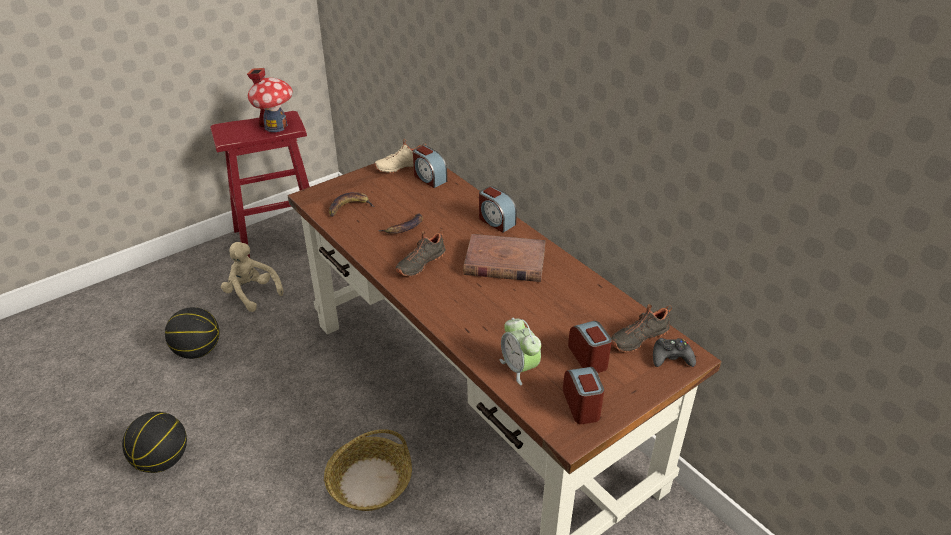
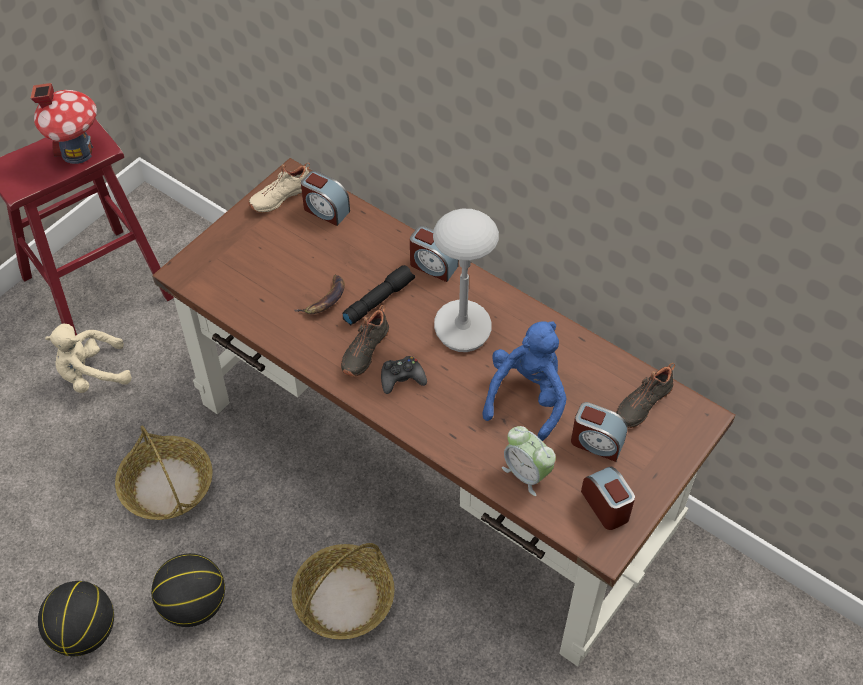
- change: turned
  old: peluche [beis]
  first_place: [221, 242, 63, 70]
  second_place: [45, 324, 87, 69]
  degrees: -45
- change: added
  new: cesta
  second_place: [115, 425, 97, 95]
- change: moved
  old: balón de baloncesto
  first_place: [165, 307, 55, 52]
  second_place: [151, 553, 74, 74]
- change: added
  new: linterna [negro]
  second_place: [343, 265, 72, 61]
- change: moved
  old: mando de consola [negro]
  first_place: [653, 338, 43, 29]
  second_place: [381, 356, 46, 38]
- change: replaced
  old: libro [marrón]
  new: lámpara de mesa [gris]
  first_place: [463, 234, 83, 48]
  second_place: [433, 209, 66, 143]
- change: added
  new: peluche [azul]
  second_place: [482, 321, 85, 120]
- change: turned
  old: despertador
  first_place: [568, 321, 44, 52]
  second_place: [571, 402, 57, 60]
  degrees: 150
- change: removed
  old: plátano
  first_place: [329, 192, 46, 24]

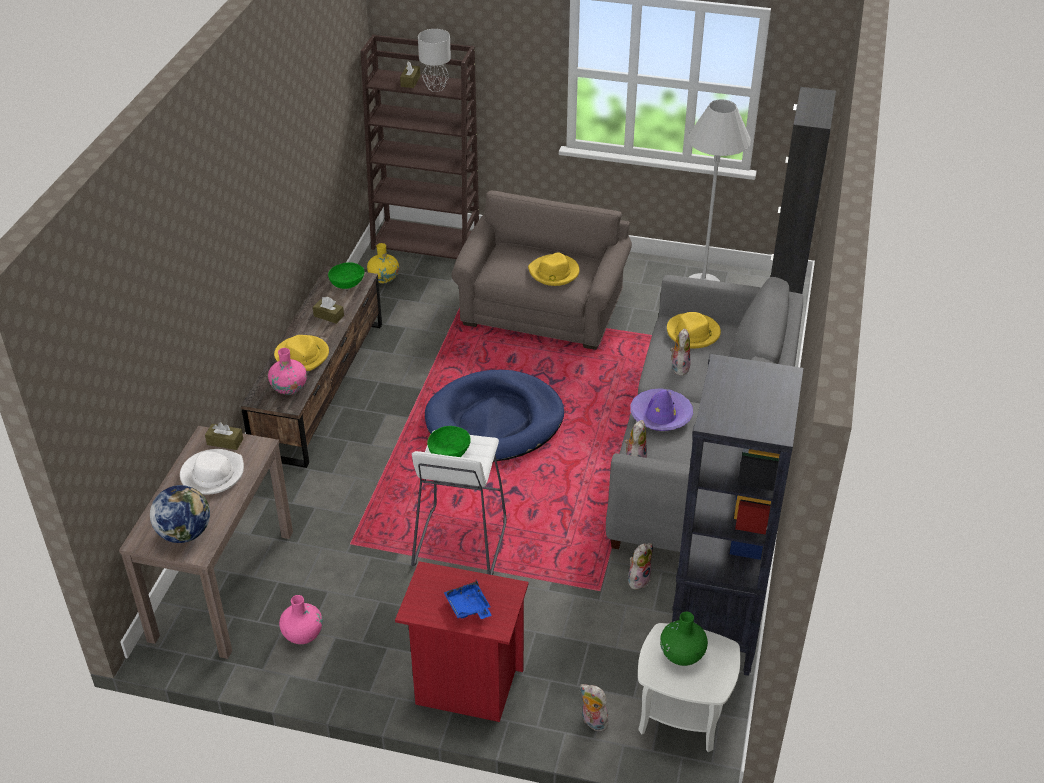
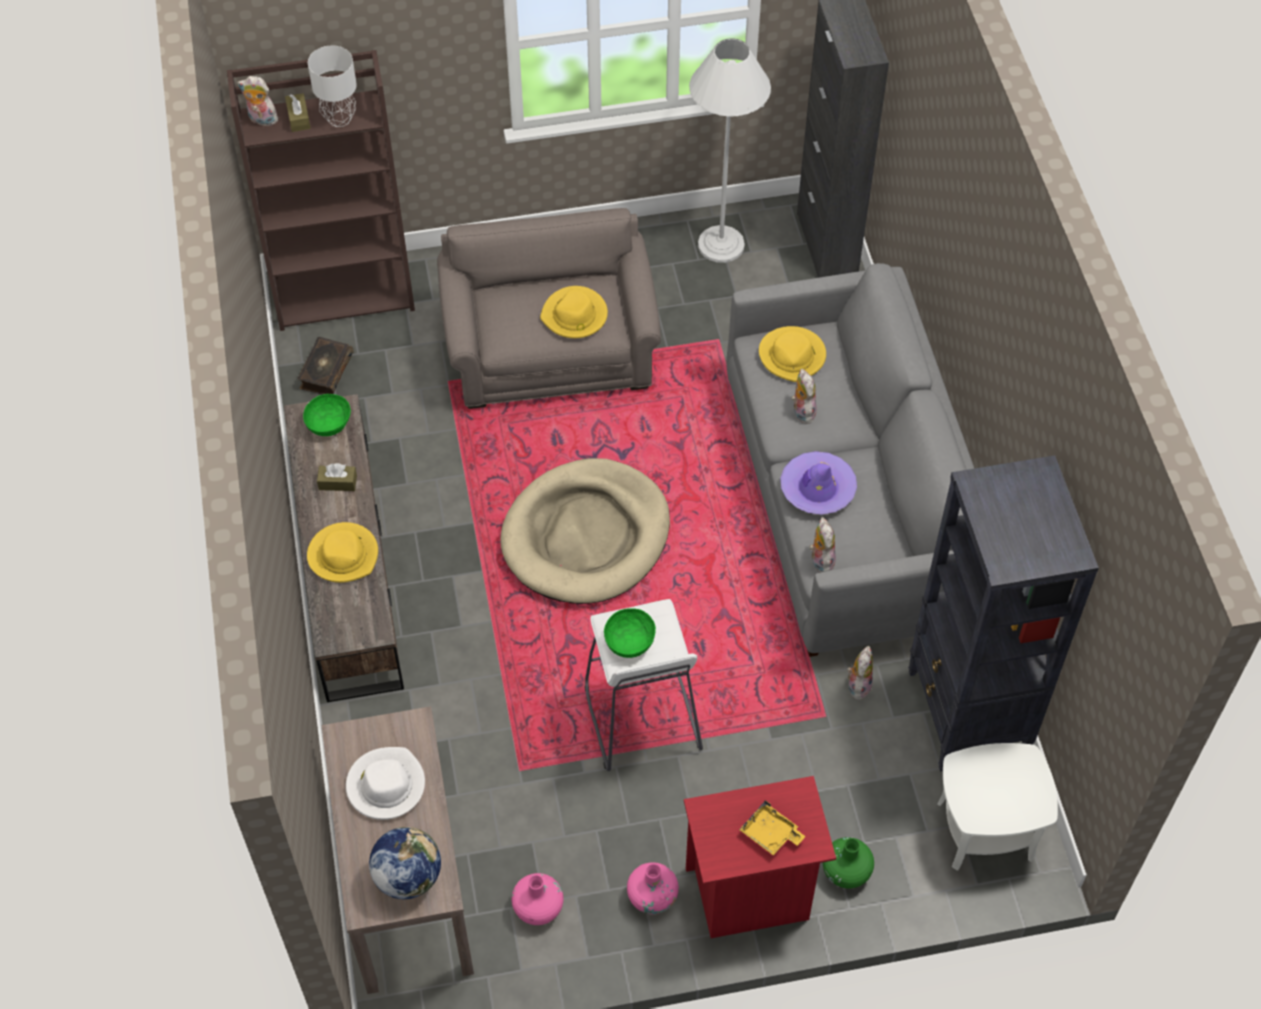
- change: moved
  old: peluche
  first_place: [580, 684, 32, 47]
  second_place: [237, 76, 41, 50]
- change: replaced
  old: florero [amarillo]
  new: libro
  first_place: [367, 243, 32, 41]
  second_place: [298, 337, 56, 58]
- change: recoloured
  old: cama para perro [azul]
  new: cama para perro [beis]
  first_place: [425, 370, 139, 92]
  second_place: [500, 458, 170, 146]
- change: moved
  old: florero [rosa]
  first_place: [268, 348, 39, 47]
  second_place: [627, 862, 52, 52]
- change: recoloured
  old: bandeja [azul]
  new: bandeja [amarillo]
  first_place: [444, 580, 48, 39]
  second_place: [739, 800, 67, 55]
- change: moved
  old: florero [verde]
  first_place: [660, 612, 48, 54]
  second_place: [823, 837, 51, 52]
- change: removed
  old: caja de pañuelos [marrón]
  first_place: [205, 422, 38, 28]

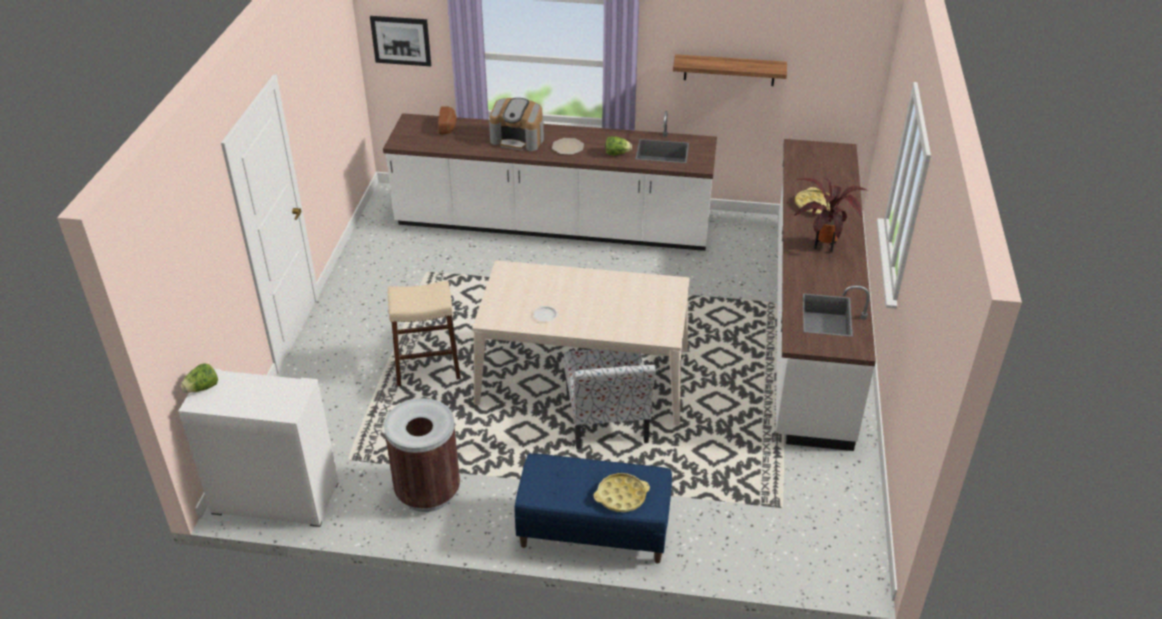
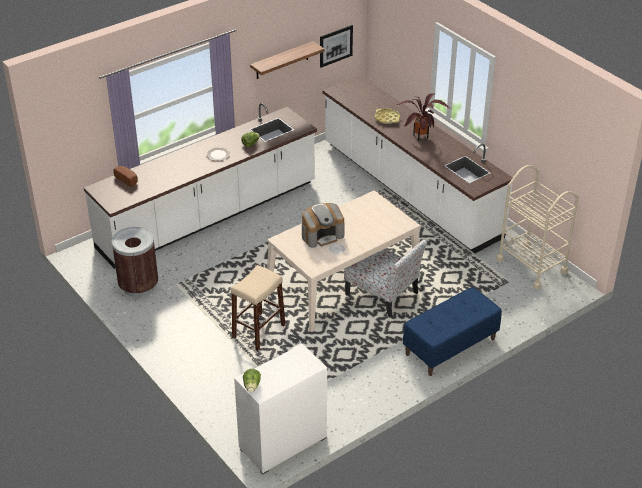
- change: moved
  old: papelera [marrón]
  first_place: [384, 398, 76, 114]
  second_place: [112, 227, 46, 70]
- change: moved
  old: cafetera
  first_place: [489, 98, 55, 53]
  second_place: [302, 203, 43, 45]
- change: moved
  old: cuadro
  first_place: [370, 16, 61, 50]
  second_place: [320, 25, 33, 43]
- change: added
  new: carrito [beis]
  second_place: [496, 165, 83, 125]
- change: removed
  old: bandeja [amarillo]
  first_place: [594, 473, 56, 39]

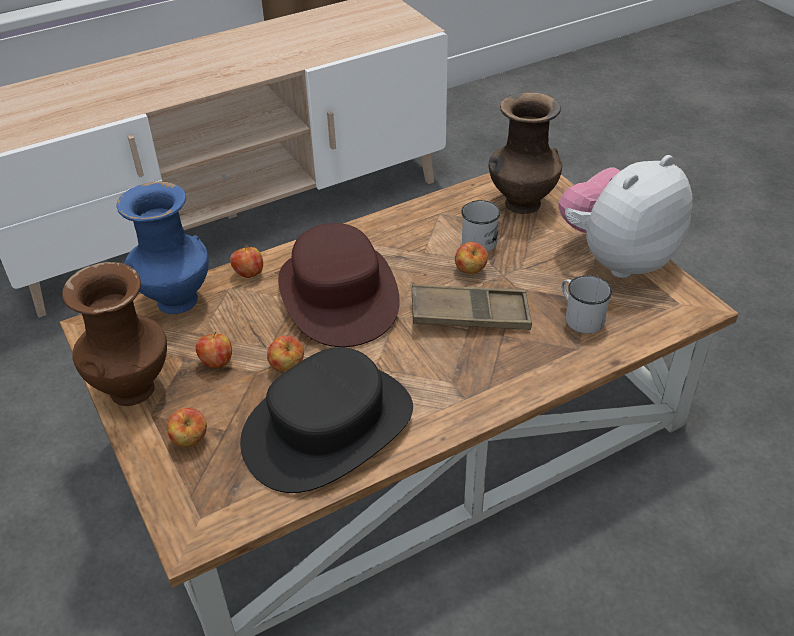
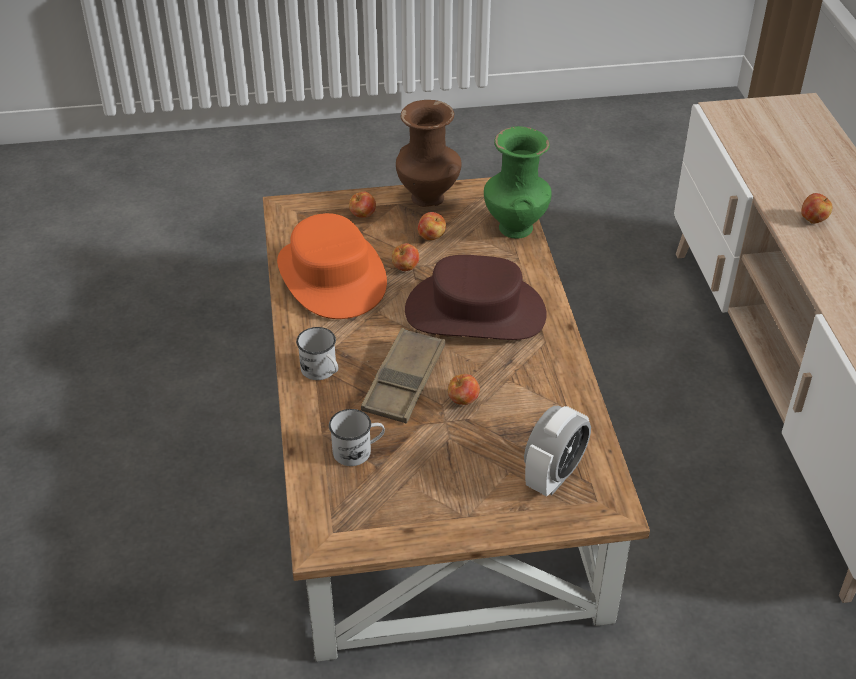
- change: recoloured
  old: sombrero [negro]
  new: sombrero [naranja]
  first_place: [240, 347, 173, 146]
  second_place: [277, 213, 110, 106]
- change: moved
  old: taza grande [blanco]
  first_place: [461, 200, 40, 52]
  second_place: [296, 327, 42, 53]
- change: recoloured
  old: florero [azul]
  new: florero [verde]
  first_place: [116, 181, 93, 133]
  second_place: [484, 126, 67, 113]
- change: replaced
  old: florero [marrón]
  new: despertador
  first_place: [489, 93, 73, 121]
  second_place: [524, 406, 67, 90]
- change: moved
  old: manzana
  first_place: [230, 245, 33, 33]
  second_place: [801, 193, 31, 31]
- change: removed
  old: peluche
  first_place: [559, 155, 134, 123]

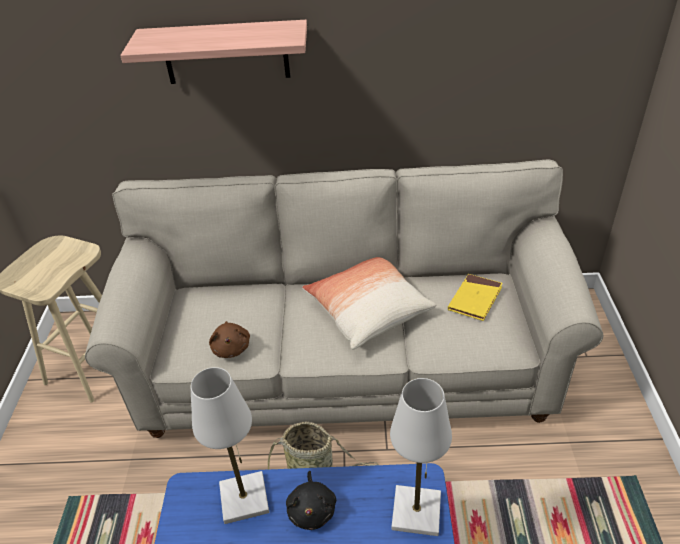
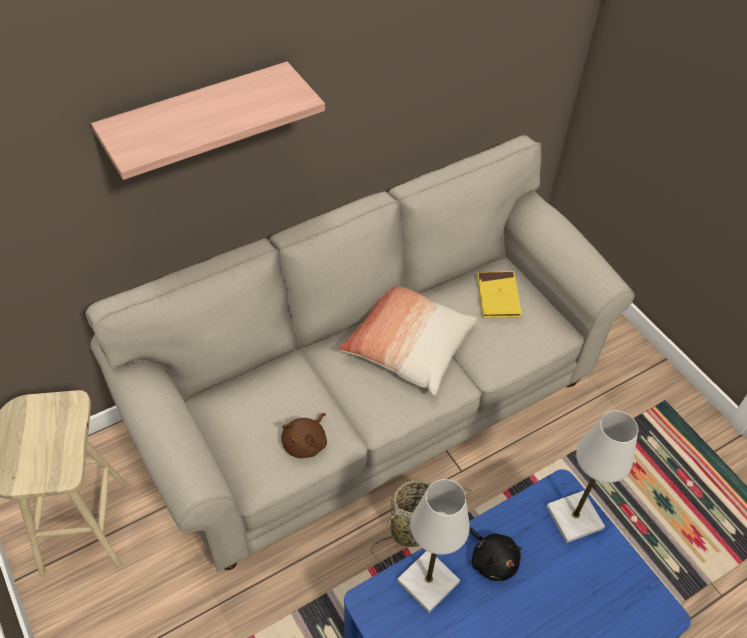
- change: turned
  old: peluche [marrón]
  first_place: [209, 321, 41, 37]
  second_place: [281, 413, 46, 45]
  degrees: 75

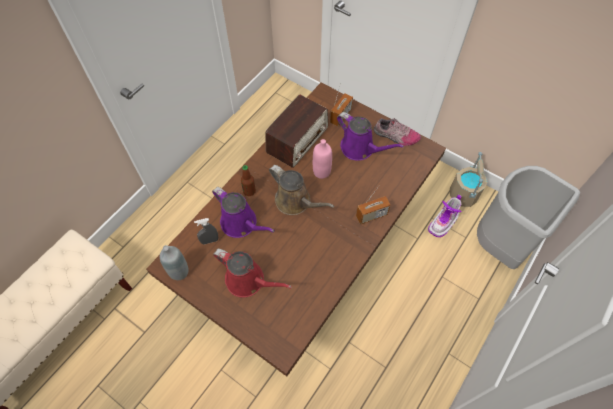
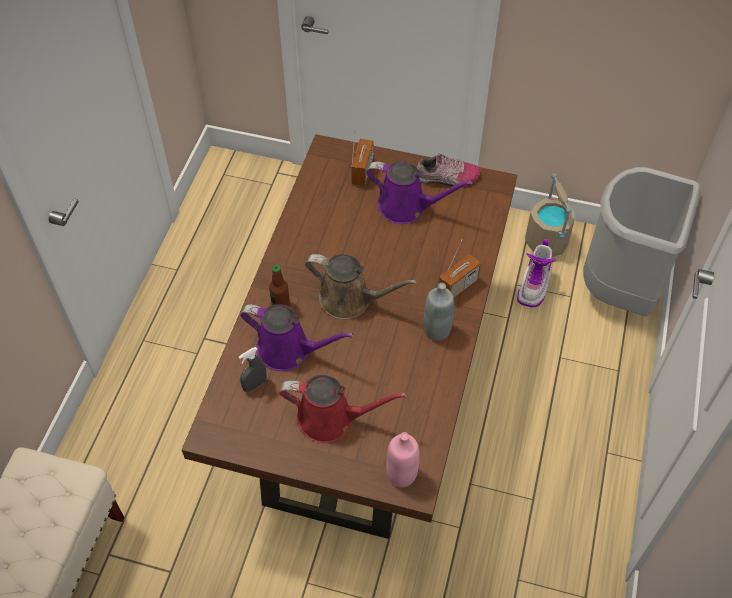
- change: moved
  old: botella [rosa]
  first_place: [313, 139, 19, 40]
  second_place: [386, 432, 34, 55]
- change: moved
  old: botella [gris]
  first_place: [160, 245, 29, 35]
  second_place: [424, 283, 30, 58]
- change: removed
  old: radio
  first_place: [265, 95, 63, 73]

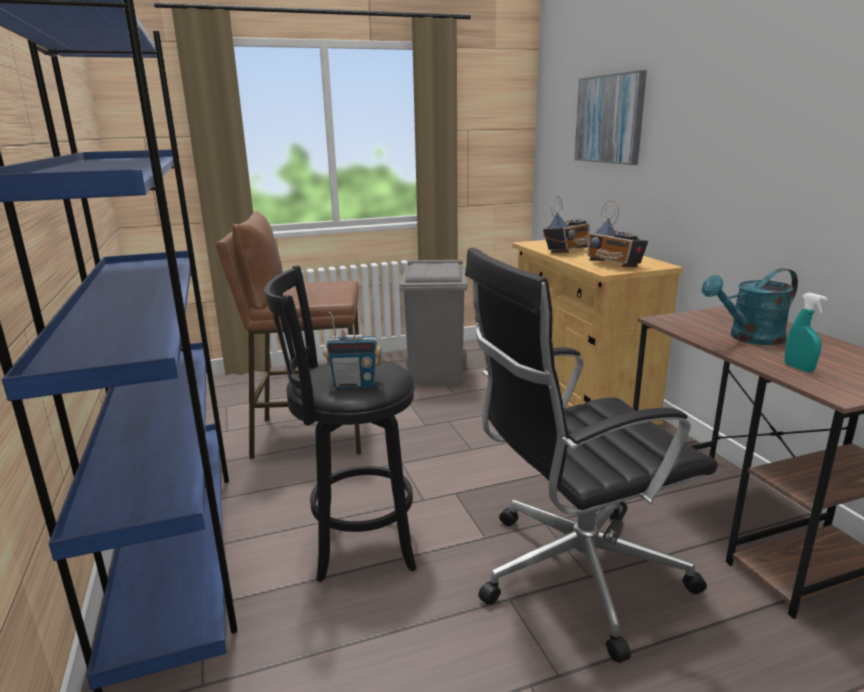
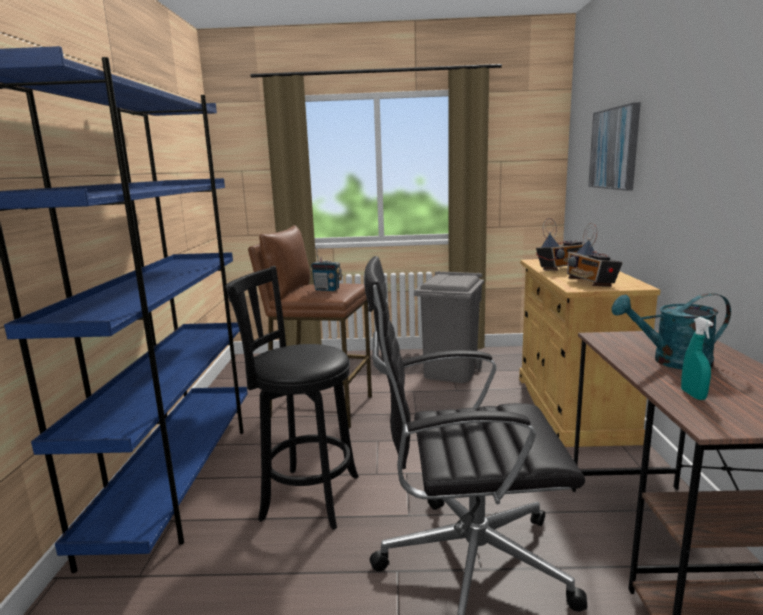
- change: moved
  old: radio
  first_place: [323, 312, 58, 76]
  second_place: [310, 247, 33, 44]

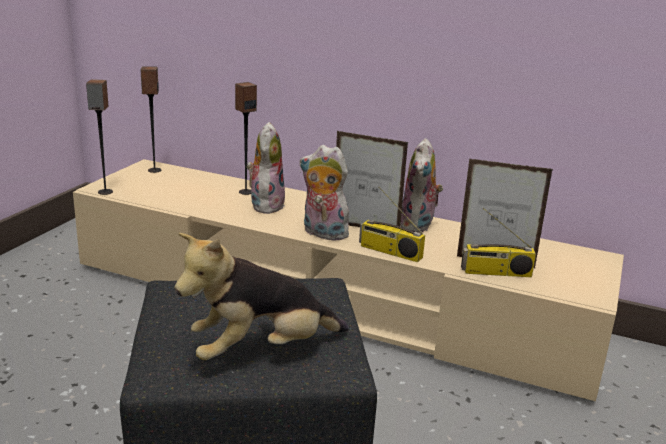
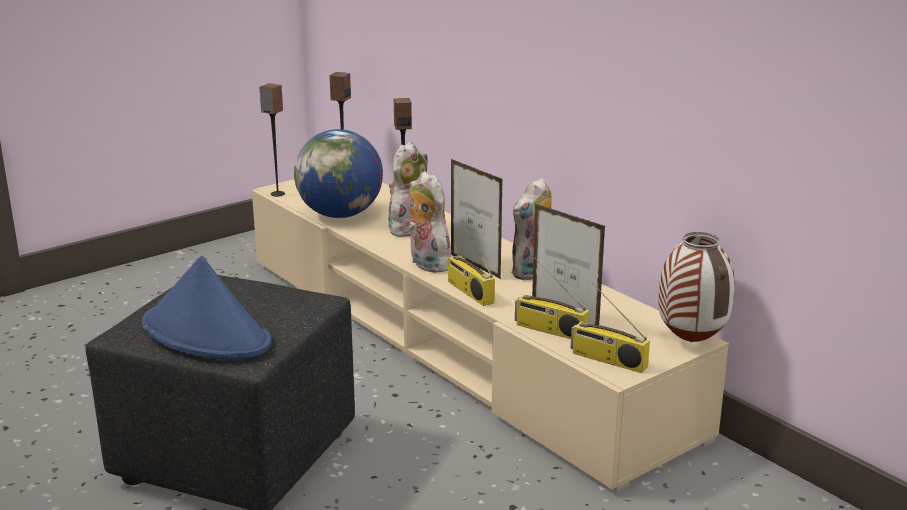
- change: replaced
  old: peluche
  new: sombrero [azul]
  first_place: [175, 233, 174, 127]
  second_place: [142, 256, 129, 104]
- change: added
  new: globo terráqueo
  second_place: [294, 129, 89, 89]
- change: added
  new: radio
  second_place: [571, 283, 79, 90]
- change: added
  new: florero
  second_place: [658, 232, 77, 110]

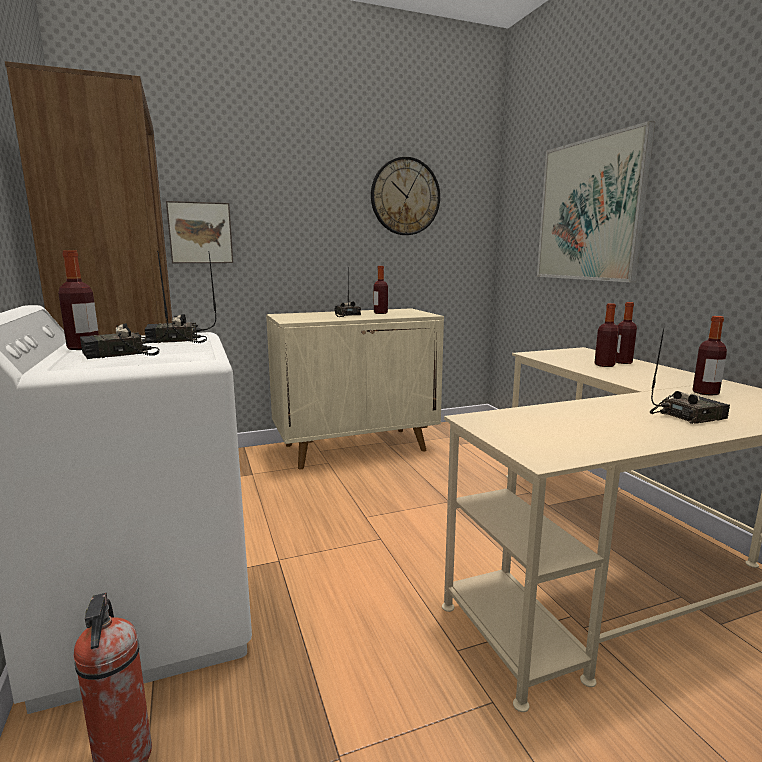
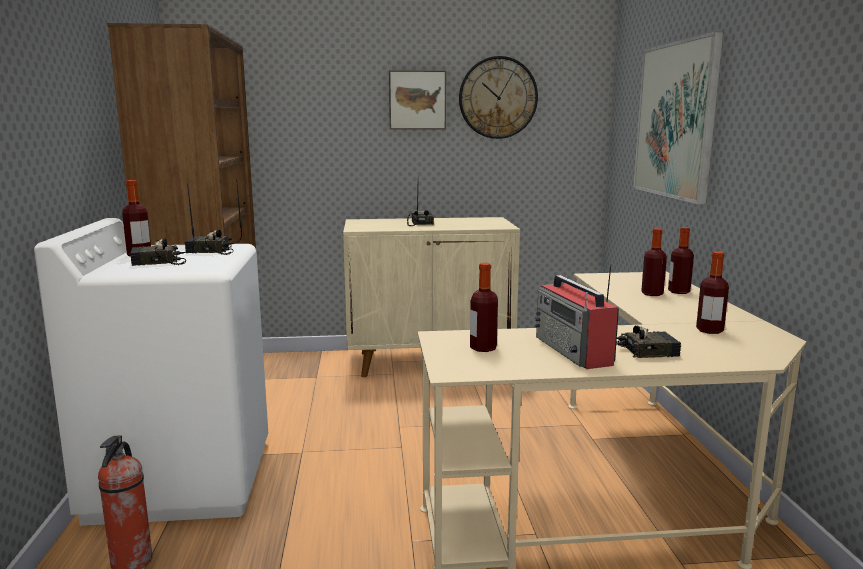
- change: moved
  old: cuadro
  first_place: [166, 201, 67, 62]
  second_place: [389, 70, 57, 59]
- change: moved
  old: botella
  first_place: [374, 266, 14, 48]
  second_place: [470, 263, 28, 89]
- change: added
  new: radio
  second_place: [535, 275, 84, 94]

